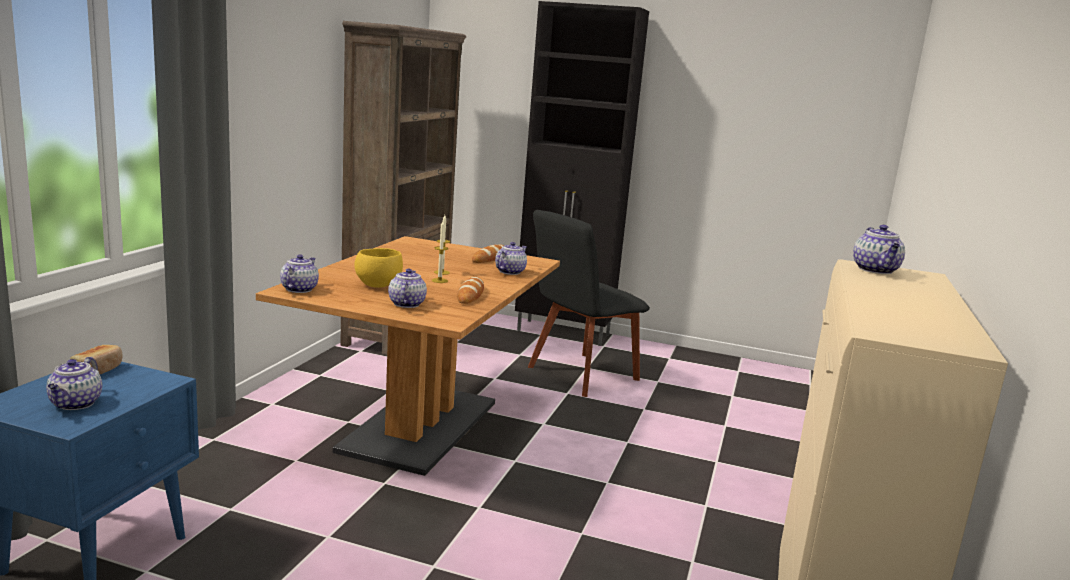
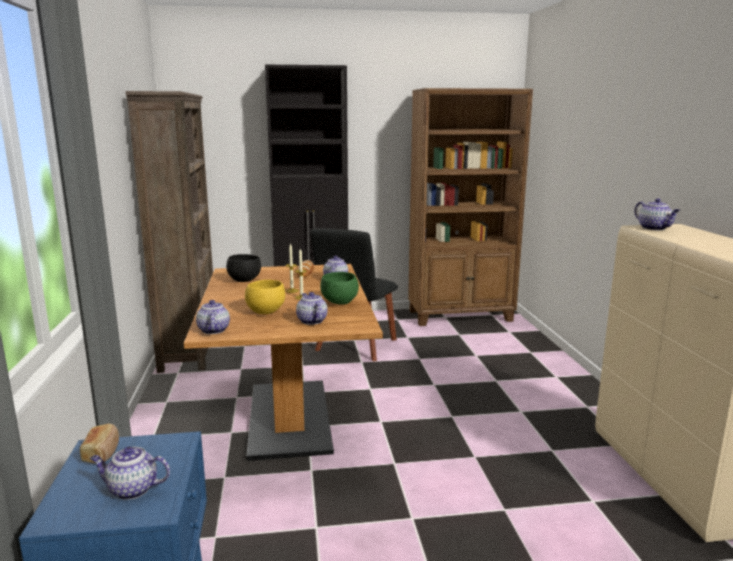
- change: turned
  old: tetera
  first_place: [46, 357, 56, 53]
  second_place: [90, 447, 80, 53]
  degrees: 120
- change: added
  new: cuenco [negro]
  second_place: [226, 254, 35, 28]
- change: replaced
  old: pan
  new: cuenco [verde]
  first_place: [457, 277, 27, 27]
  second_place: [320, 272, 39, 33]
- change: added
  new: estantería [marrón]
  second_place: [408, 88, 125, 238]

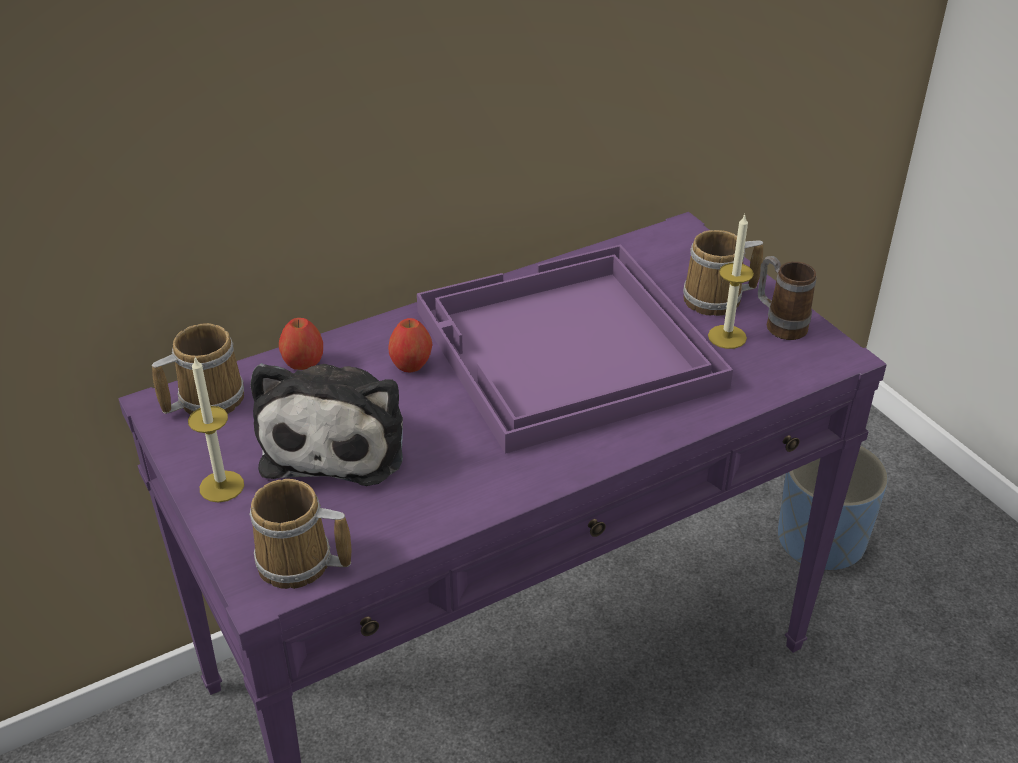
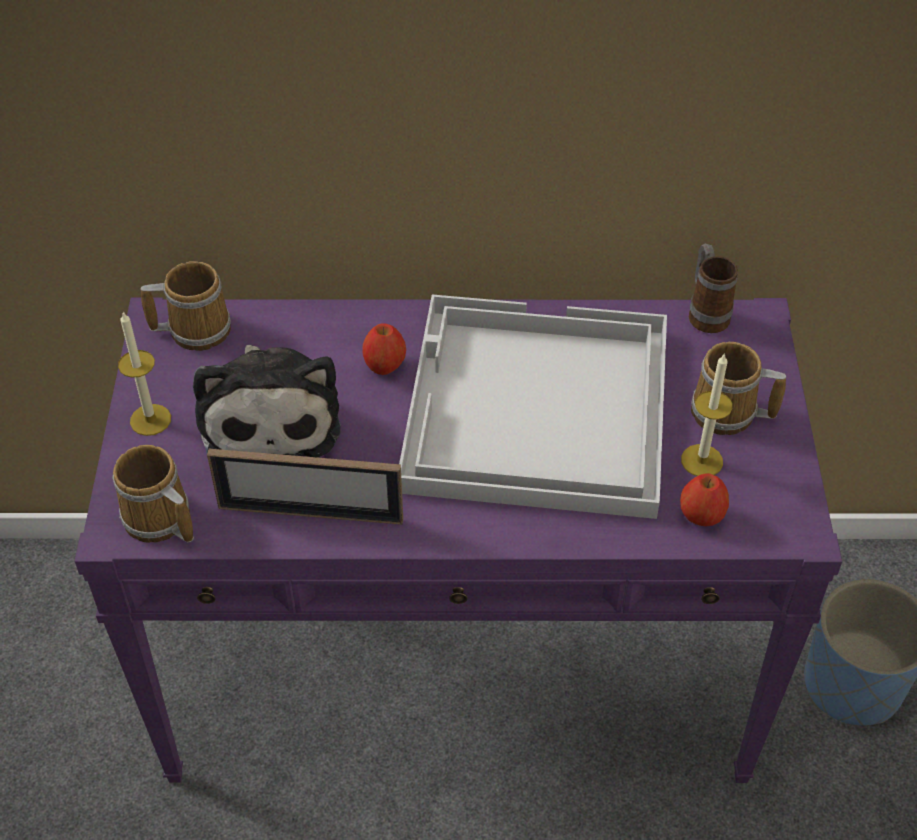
- change: turned
  old: peluche
  first_place: [251, 363, 152, 123]
  second_place: [193, 345, 147, 113]
  degrees: -45
- change: added
  new: portarretratos
  second_place: [207, 449, 196, 76]
- change: recoloured
  old: bandeja [morado]
  new: bandeja [blanco]
  first_place: [417, 244, 316, 210]
  second_place: [399, 294, 268, 225]
- change: moved
  old: manzana
  first_place: [279, 318, 44, 52]
  second_place: [680, 473, 49, 53]
- change: moved
  old: taza grande
  first_place: [758, 256, 59, 84]
  second_place: [689, 243, 49, 90]

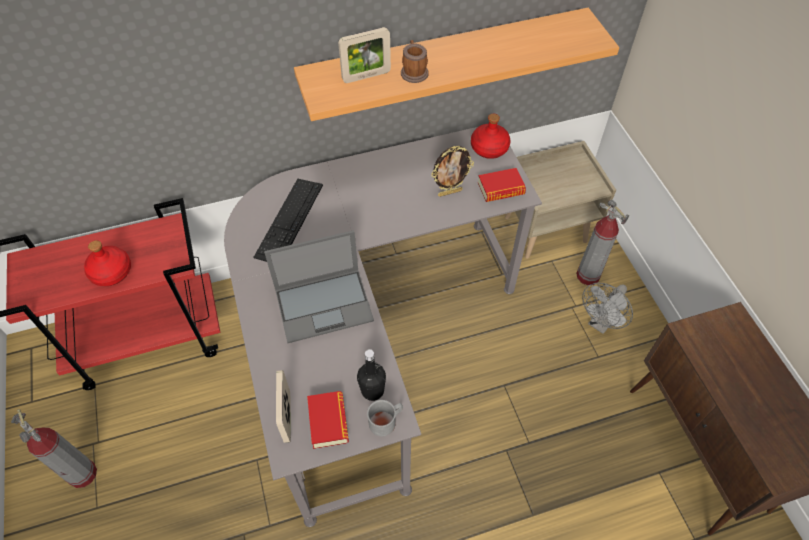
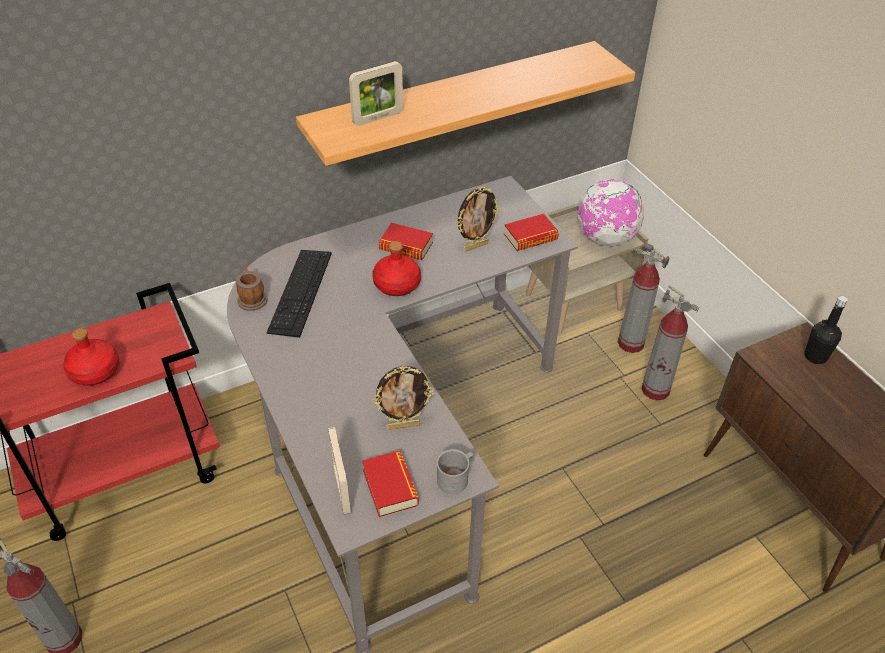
- change: moved
  old: taza grande
  first_place: [401, 40, 28, 43]
  second_place: [236, 267, 32, 44]
- change: moved
  old: botella [rojo]
  first_place: [471, 114, 40, 45]
  second_place: [372, 241, 49, 55]
- change: added
  new: portarretratos
  second_place: [372, 366, 62, 64]
- change: added
  new: libro
  second_place: [379, 223, 54, 37]
- change: added
  new: globo terráqueo
  second_place: [578, 180, 66, 66]
- change: replaced
  old: ventilador [gris]
  new: extintor
  first_place: [582, 283, 51, 51]
  second_place: [642, 285, 57, 116]
- change: moved
  old: botella [negro]
  first_place: [357, 349, 29, 52]
  second_place: [805, 296, 43, 68]
- change: removed
  old: portátil
  first_place: [264, 230, 110, 113]

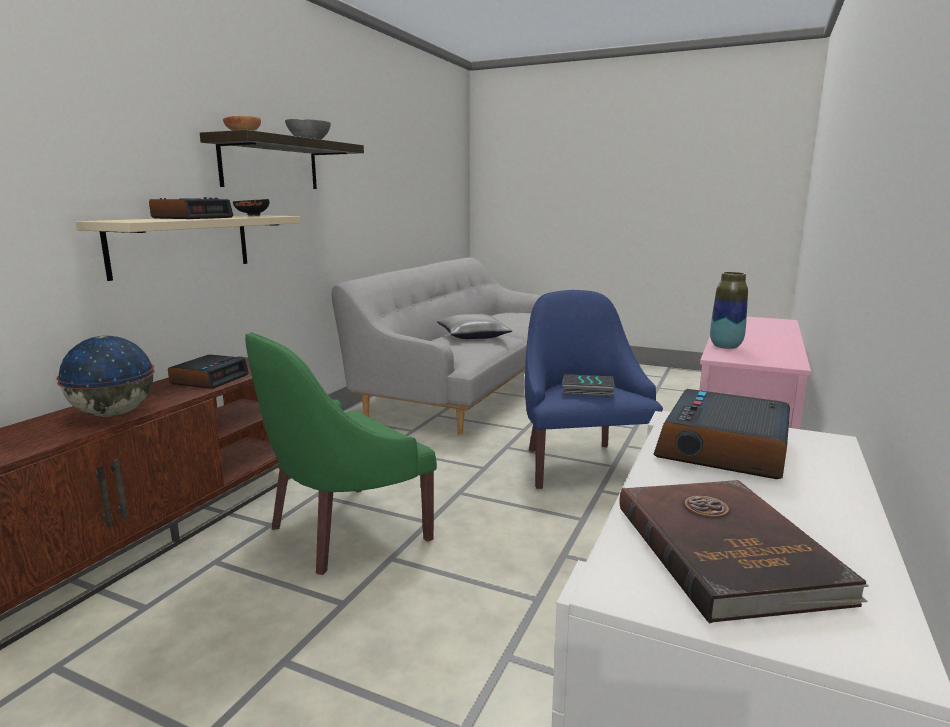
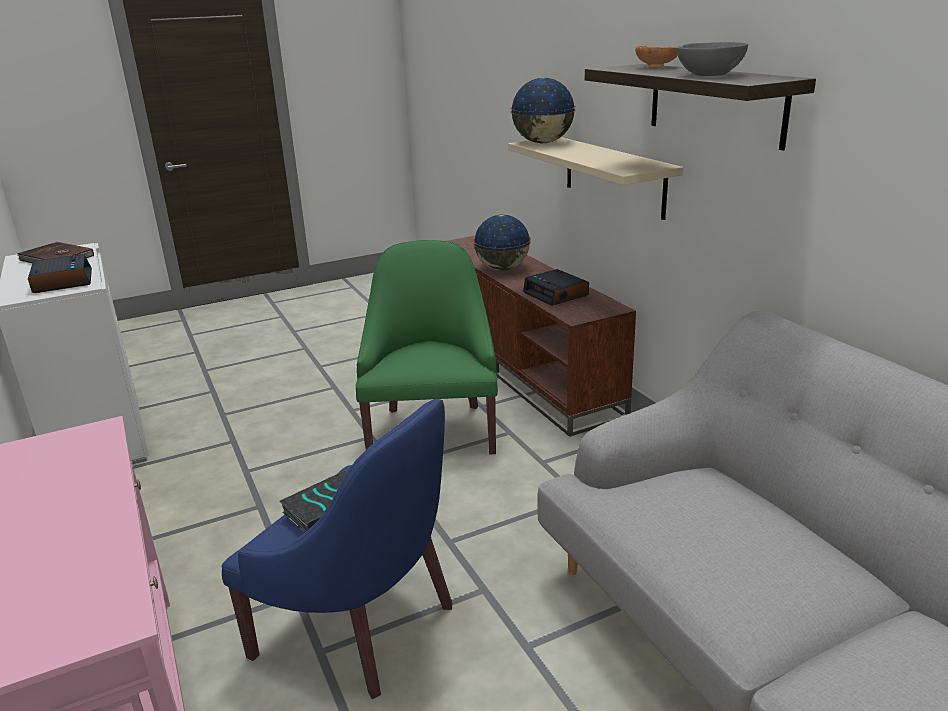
- change: added
  new: globo terráqueo
  second_place: [510, 78, 66, 65]
- change: removed
  old: despertador
  first_place: [149, 197, 84, 22]
- change: removed
  old: cuenco [negro]
  first_place: [233, 199, 37, 17]
- change: removed
  old: cojín [gris]
  first_place: [437, 314, 75, 25]
- change: removed
  old: florero
  first_place: [710, 272, 38, 77]

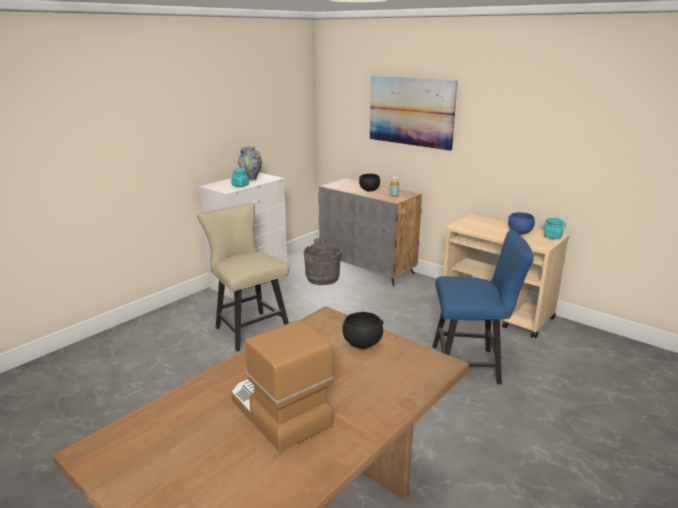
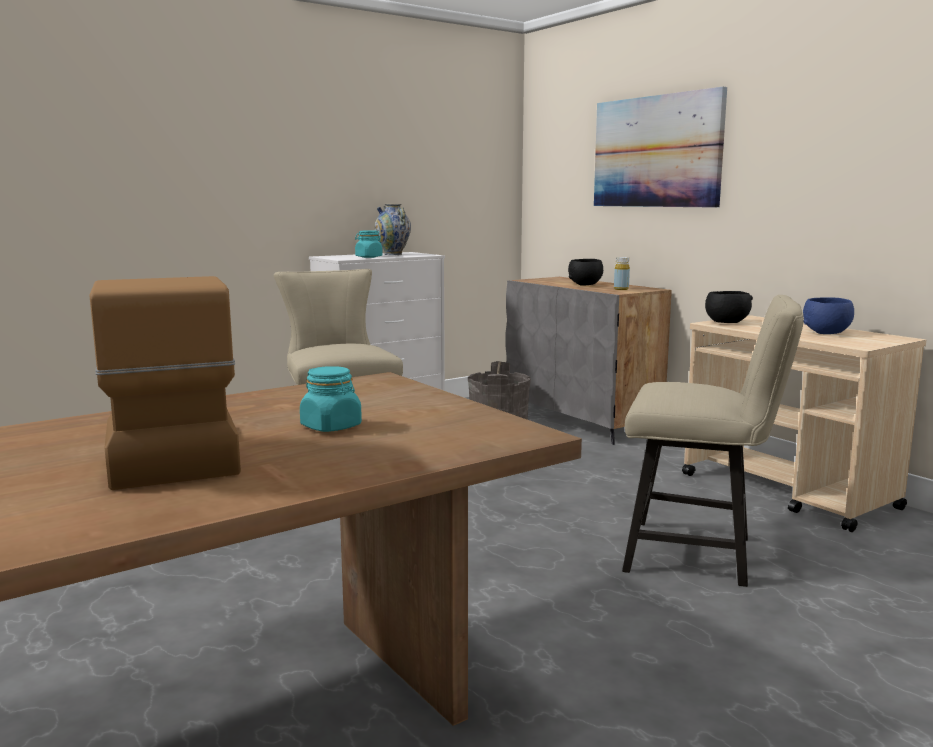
- change: moved
  old: tarro [turquesa]
  first_place: [543, 218, 23, 21]
  second_place: [300, 366, 62, 66]
- change: recoloured
  old: silla [azul]
  new: silla [beis]
  first_place: [433, 230, 101, 154]
  second_place: [622, 295, 182, 292]
- change: moved
  old: cuenco [negro]
  first_place: [342, 312, 42, 37]
  second_place: [705, 291, 48, 32]

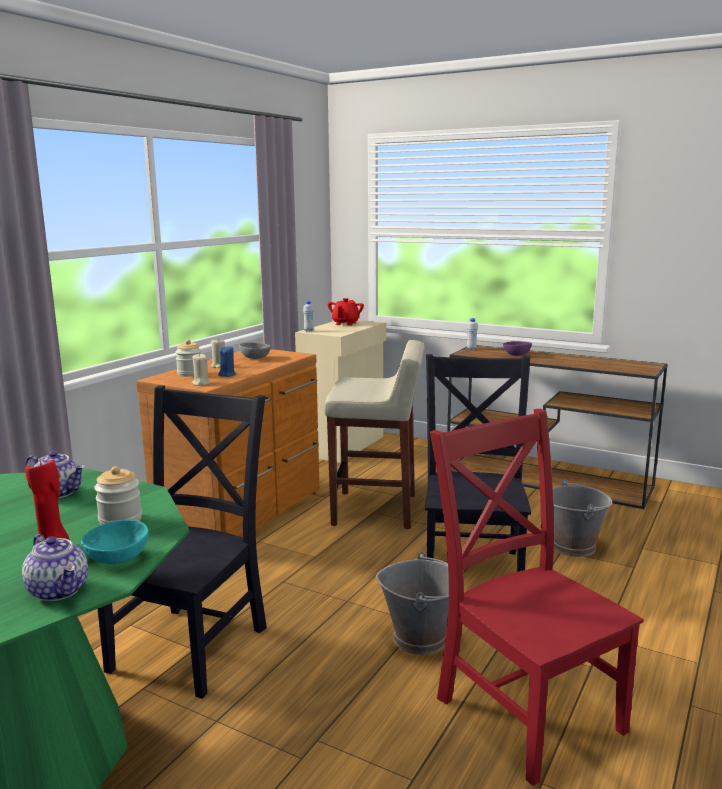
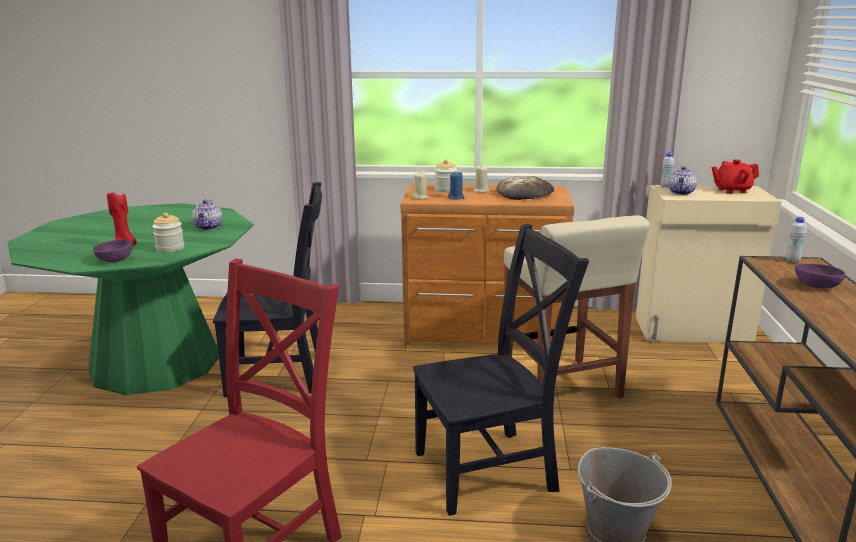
- change: recoloured
  old: cuenco [turquesa]
  new: cuenco [morado]
  first_place: [81, 520, 68, 44]
  second_place: [93, 240, 40, 23]
- change: replaced
  old: cuenco [gris]
  new: pan
  first_place: [239, 343, 32, 16]
  second_place: [496, 176, 58, 24]
- change: moved
  old: tetera
  first_place: [22, 534, 66, 67]
  second_place: [668, 166, 29, 29]
- change: removed
  old: cubo [gris]
  first_place: [376, 552, 73, 103]

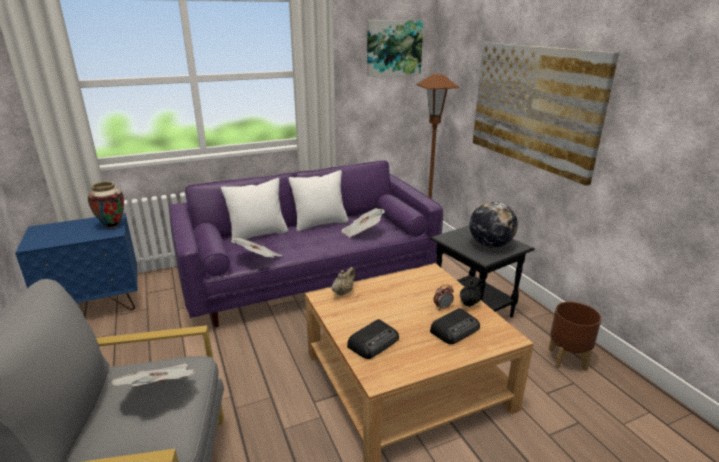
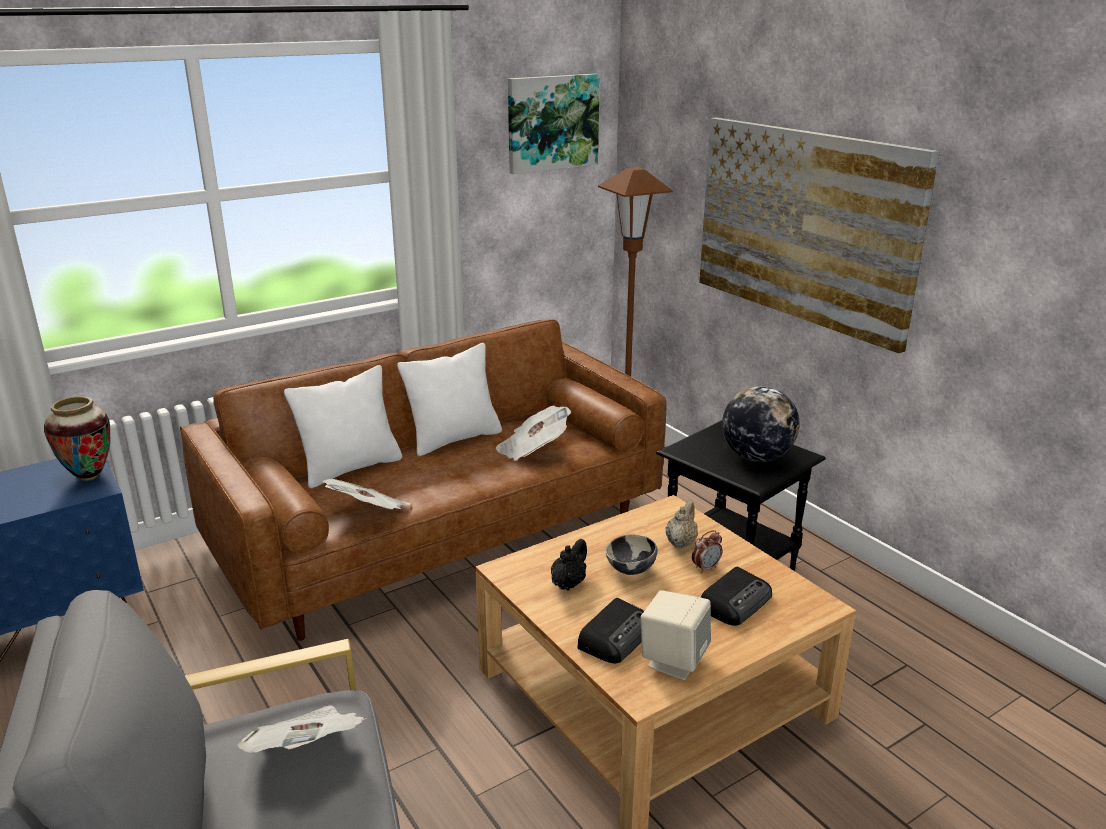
- change: recoloured
  old: sofá [morado]
  new: sofá [marrón]
  first_place: [169, 161, 274, 166]
  second_place: [180, 319, 486, 322]
- change: moved
  old: tetera [negro]
  first_place: [460, 277, 22, 30]
  second_place: [551, 539, 36, 52]
- change: added
  new: cuenco
  second_place: [606, 534, 51, 41]
- change: added
  new: altavoz [beis]
  second_place: [641, 590, 70, 90]
- change: moved
  old: tetera [beis]
  first_place: [332, 267, 23, 29]
  second_place: [665, 501, 33, 48]
- change: removed
  old: maceta [marrón]
  first_place: [549, 302, 53, 69]

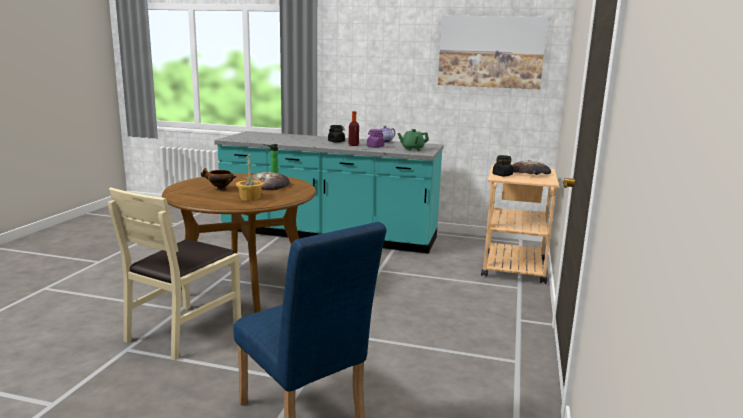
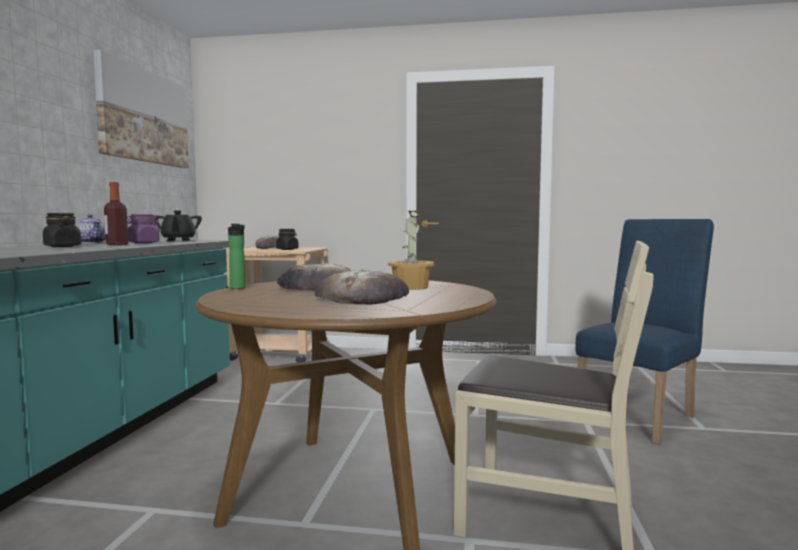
- change: recoloured
  old: tetera [verde]
  new: tetera [negro]
  first_place: [397, 129, 32, 22]
  second_place: [154, 210, 48, 31]
- change: replaced
  old: cuenco
  new: pan
  first_place: [201, 168, 35, 23]
  second_place: [315, 270, 94, 34]

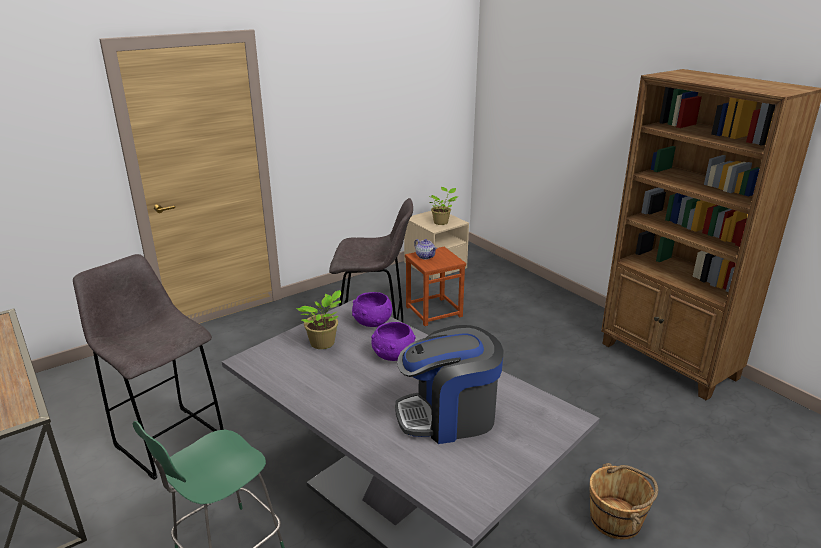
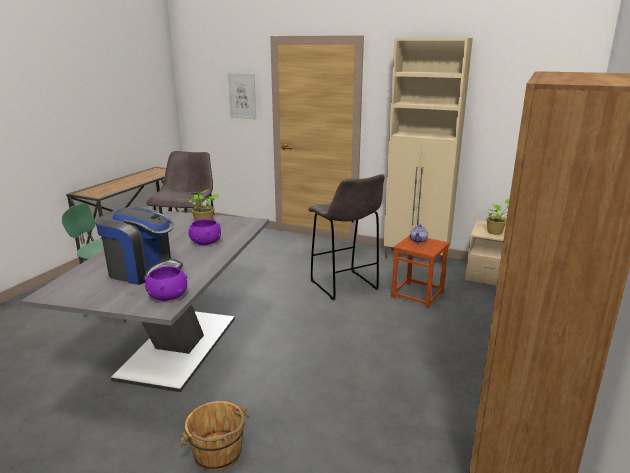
- change: turned
  old: cafetera
  first_place: [395, 325, 109, 119]
  second_place: [96, 207, 87, 78]
  degrees: 150
- change: moved
  old: cuenco [morado]
  first_place: [352, 292, 40, 35]
  second_place: [145, 266, 42, 35]
- change: added
  new: cuadro
  second_place: [228, 73, 28, 46]
- change: added
  new: armario [beis]
  second_place: [383, 38, 90, 230]

